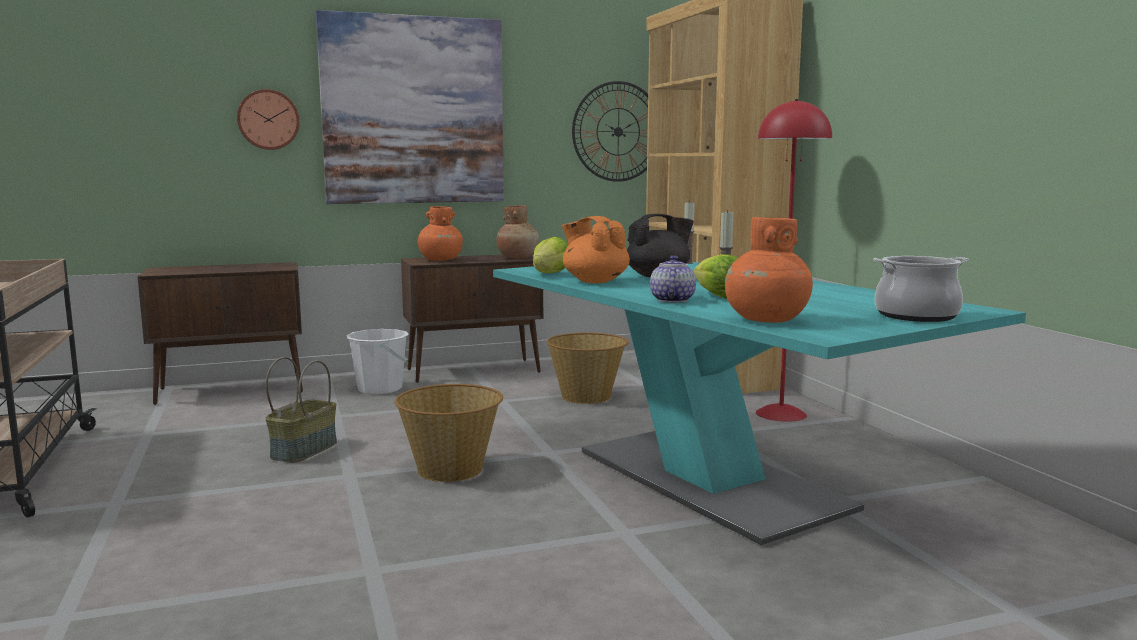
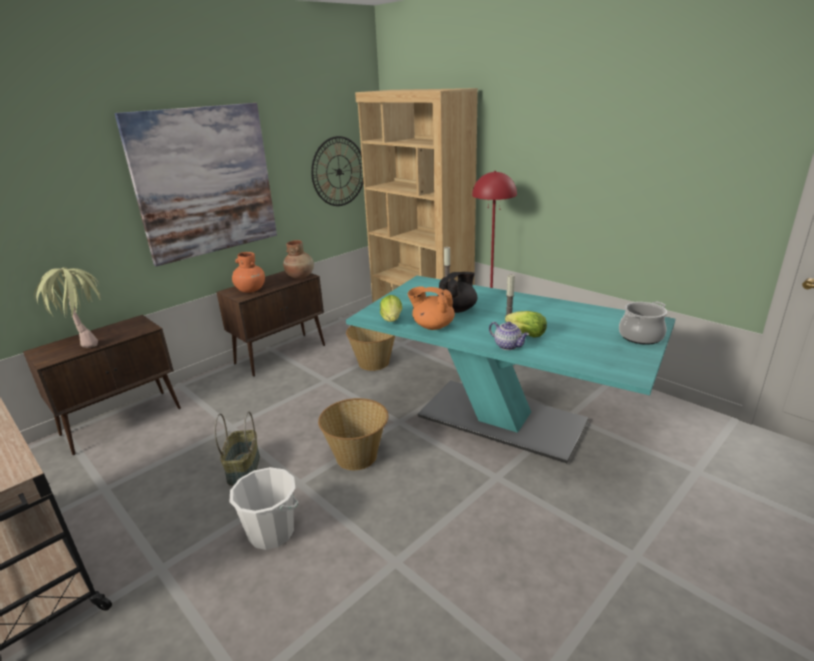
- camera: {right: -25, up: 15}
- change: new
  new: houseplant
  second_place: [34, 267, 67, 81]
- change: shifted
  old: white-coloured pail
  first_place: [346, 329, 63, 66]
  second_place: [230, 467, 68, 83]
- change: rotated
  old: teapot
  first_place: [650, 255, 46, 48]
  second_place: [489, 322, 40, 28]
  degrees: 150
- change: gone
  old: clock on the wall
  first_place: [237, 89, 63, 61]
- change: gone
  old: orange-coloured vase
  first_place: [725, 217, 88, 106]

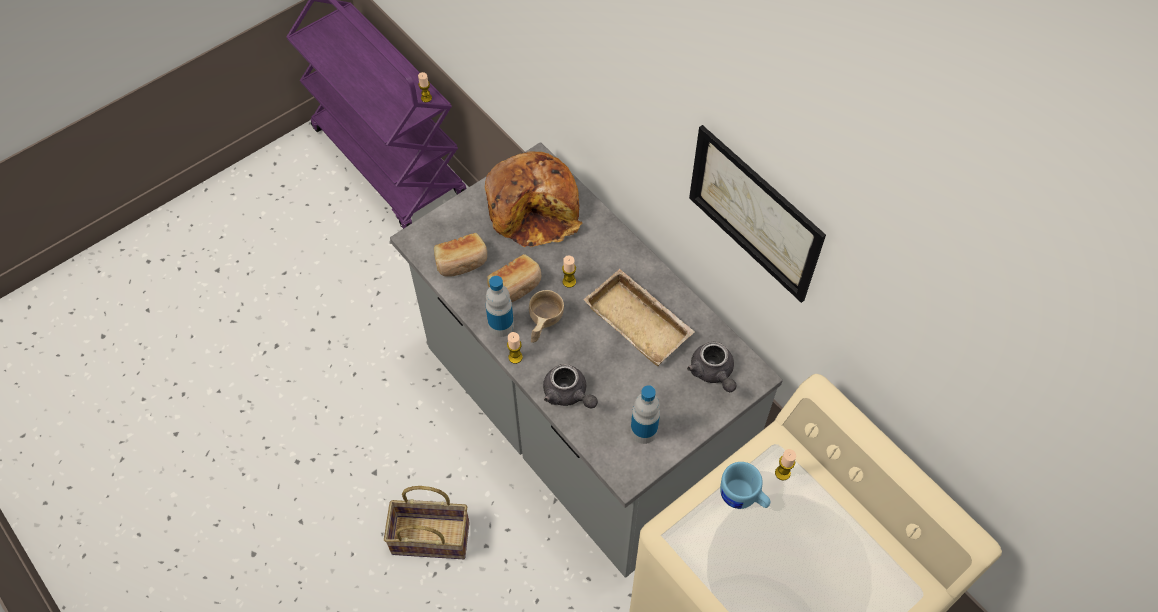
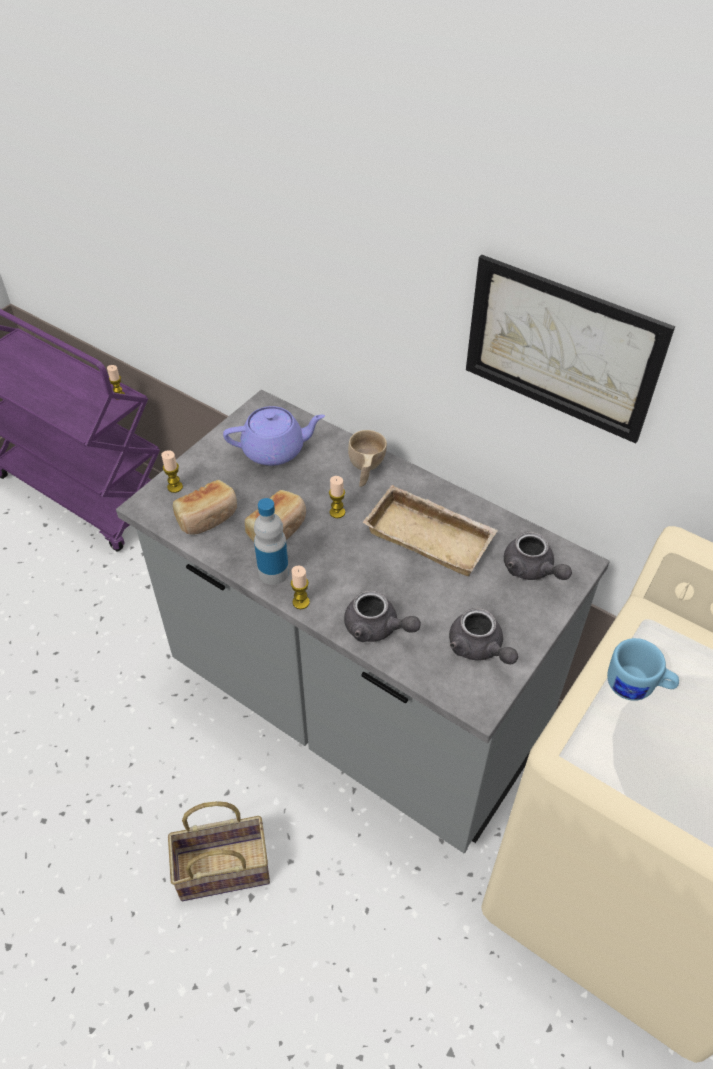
- camera: {right: -15, up: -10}
- change: shifted
  old: wax candle
  first_place: [775, 449, 21, 31]
  second_place: [161, 450, 22, 43]
- change: swapped
  old: bread
  new: purplish teapot
  first_place: [485, 151, 98, 96]
  second_place: [223, 406, 102, 60]
- change: shifted
  old: sand-coloured small cup
  first_place: [529, 290, 35, 53]
  second_place: [348, 430, 39, 57]
- change: swapped
  old: drink bottle
  new: gray teapot
  first_place: [631, 385, 29, 59]
  second_place: [449, 608, 69, 57]

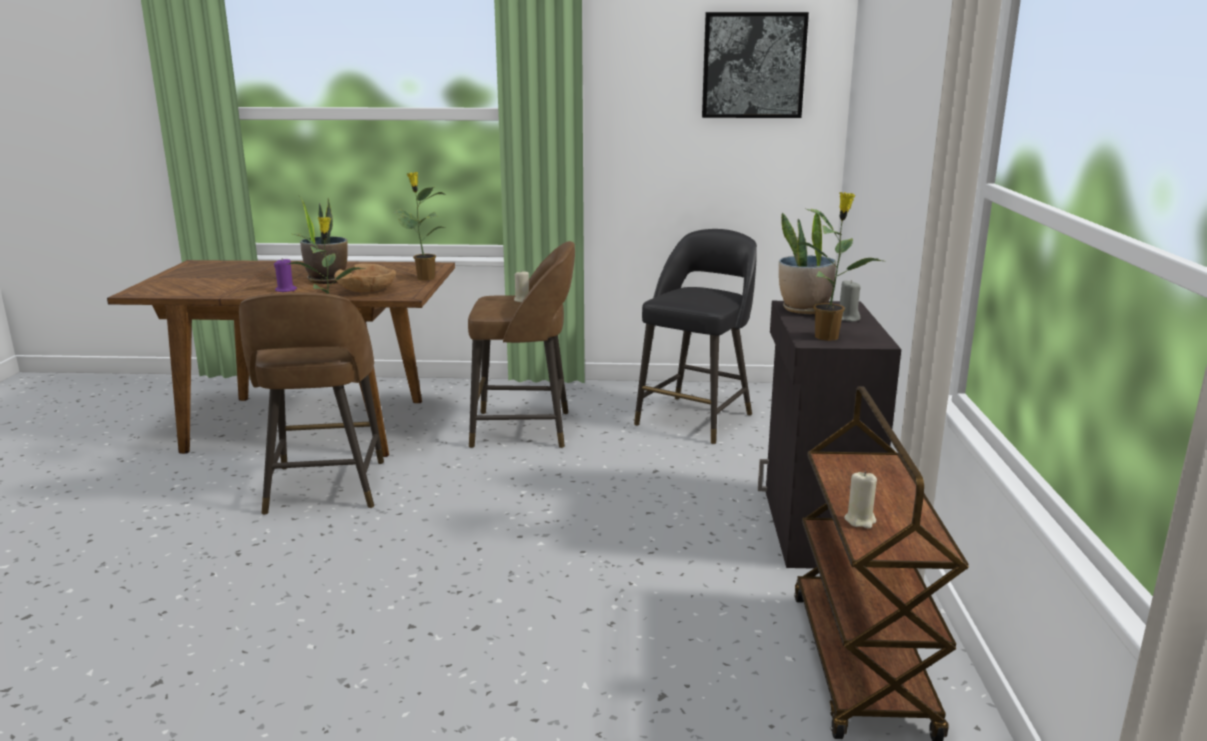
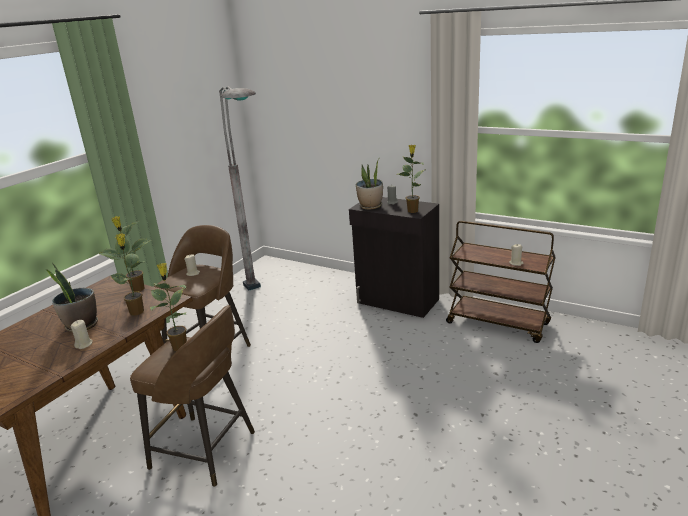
- camera: {right: -60, up: 5}
- change: repainted
  old: purplish wax candle
  new: sand-coloured wax candle
  first_place: [274, 258, 23, 34]
  second_place: [71, 320, 22, 29]
- change: swapped
  old: brown-coloured deep dish
  new: houseplant
  first_place: [334, 263, 62, 29]
  second_place: [99, 233, 46, 83]
- change: swapped
  old: blackish sitting stool
  new: gray standard lamp
  first_place: [634, 229, 123, 215]
  second_place: [219, 86, 42, 205]
- change: gone
  old: wall art
  first_place: [702, 12, 107, 106]

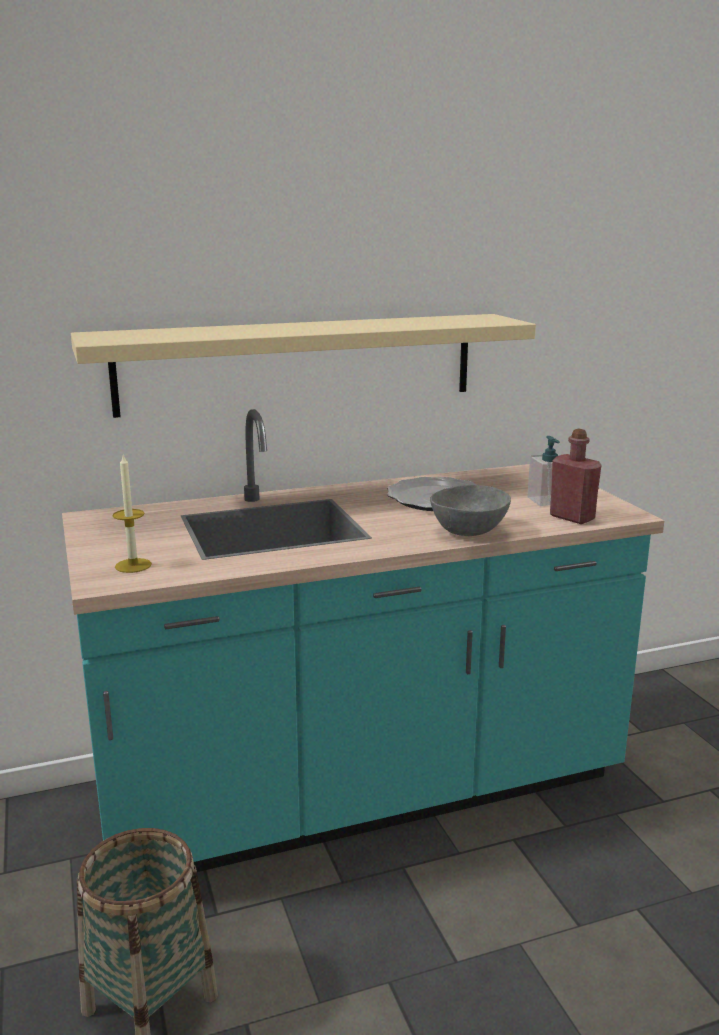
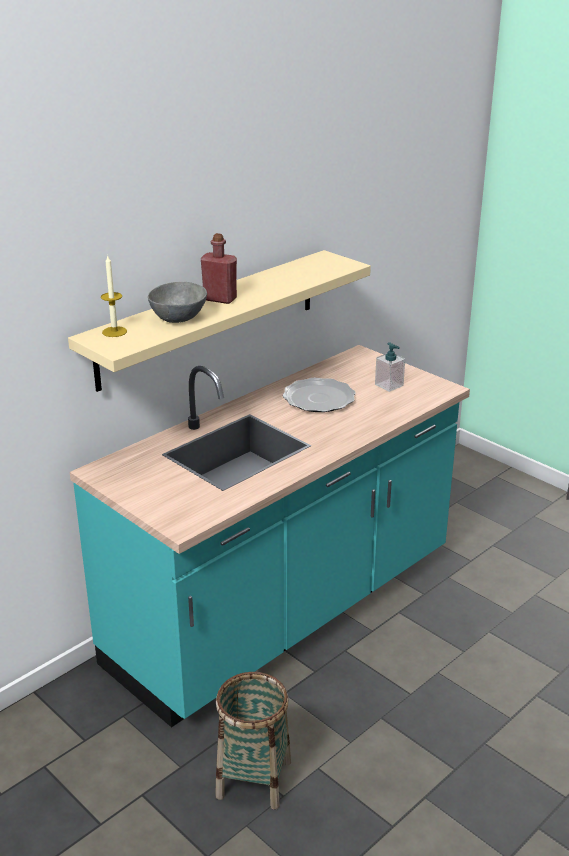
- camera: {right: -25, up: 10}
- change: shifted
  old: wax candle
  first_place: [113, 455, 39, 118]
  second_place: [101, 256, 26, 81]
- change: shifted
  old: gray deep dish
  first_place: [430, 485, 81, 51]
  second_place: [148, 282, 59, 41]
- change: shifted
  old: red-coloured drink bottle
  first_place: [550, 429, 52, 95]
  second_place: [201, 233, 36, 71]

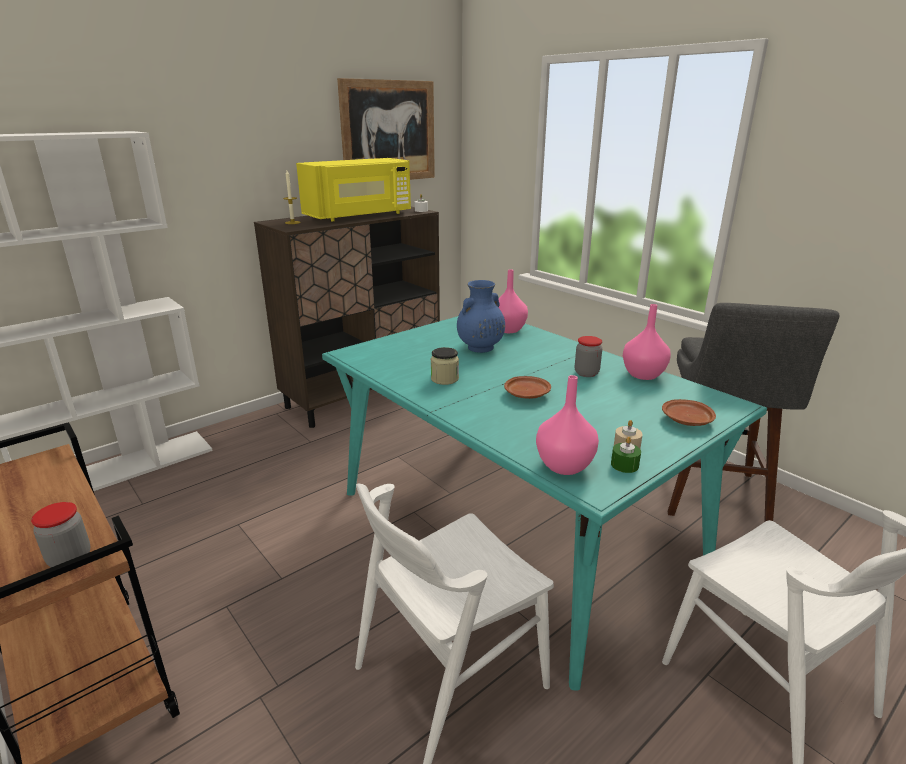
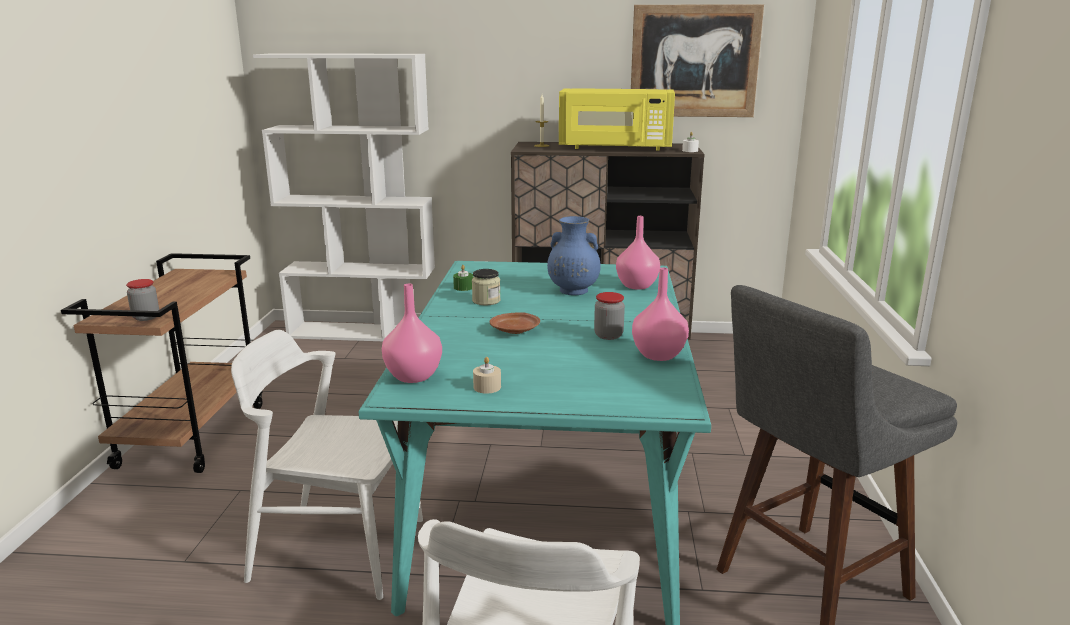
- camera: {right: 45, up: -5}
- change: shifted
  old: greenish wax candle
  first_place: [611, 437, 30, 36]
  second_place: [453, 265, 20, 26]
- change: gone
  old: brown-coloured dinner plate
  first_place: [662, 399, 54, 27]

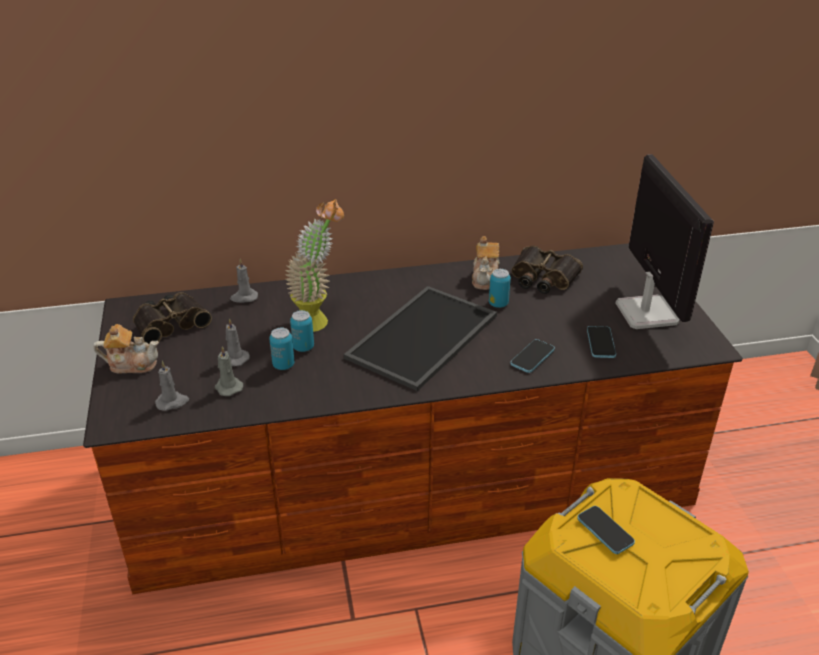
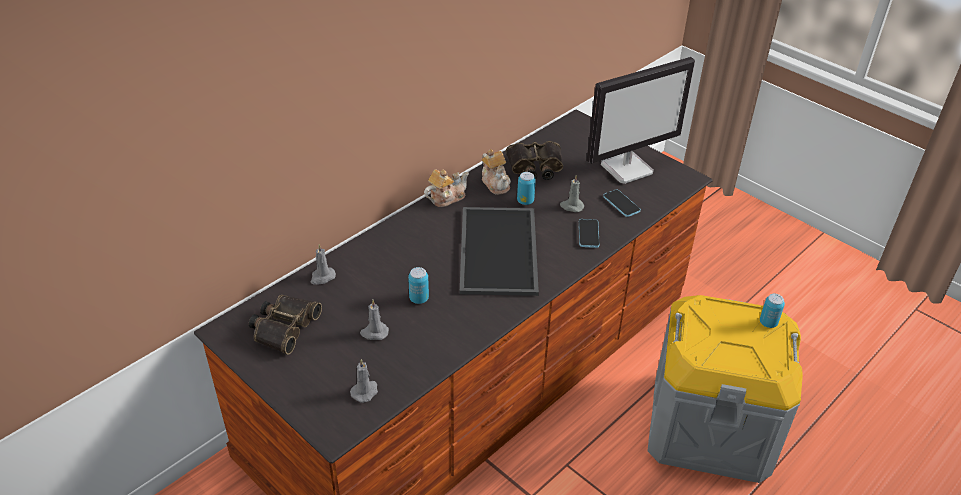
- camera: {right: -35, up: 5}
- change: shifted
  old: teapot
  first_place: [94, 324, 65, 50]
  second_place: [424, 170, 45, 37]
- change: shifted
  old: gray wax candle
  first_place: [215, 347, 28, 49]
  second_place: [560, 175, 24, 37]
- change: rotated
  old: computer screen
  first_place: [615, 154, 99, 175]
  second_place: [587, 57, 108, 127]
  degrees: 105
- change: shifted
  old: sealed can
  first_place: [269, 327, 25, 43]
  second_place: [760, 294, 25, 34]
- change: gone
  old: houseplant
  first_place: [285, 199, 59, 133]
- change: gone
  old: phone
  first_place: [577, 506, 58, 48]

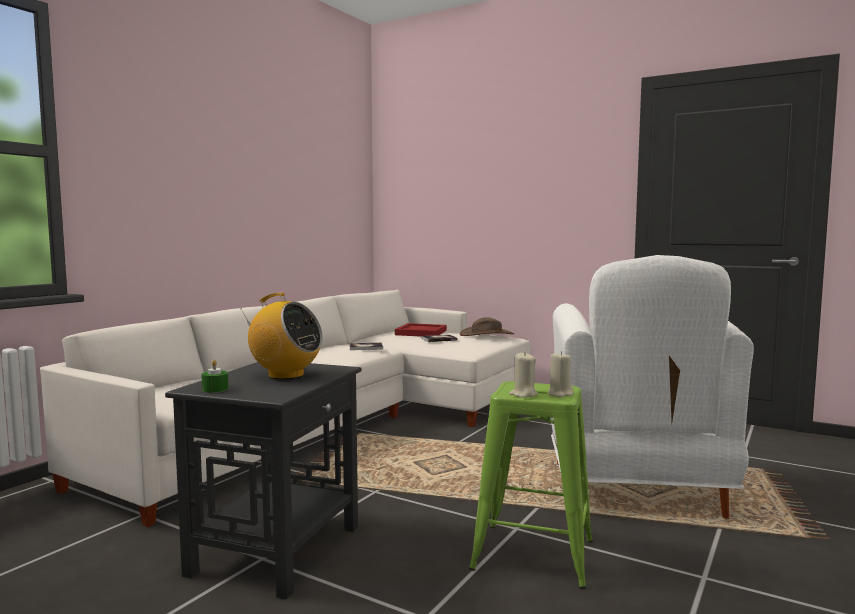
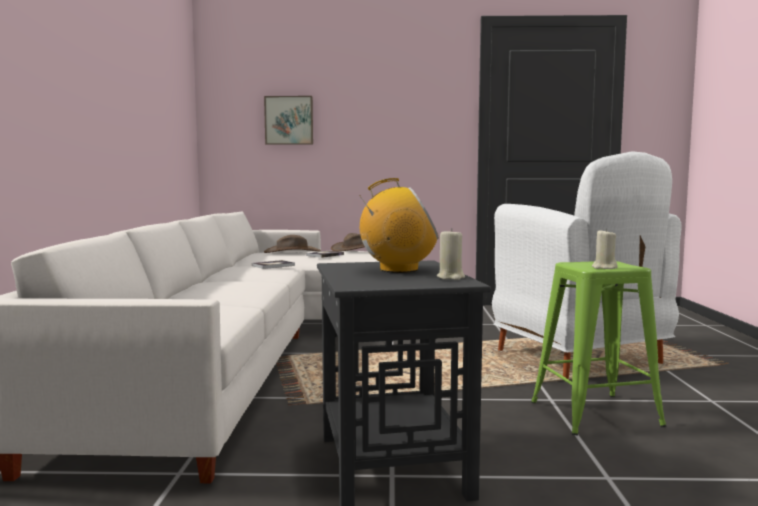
- camera: {right: -30, up: 0}
- change: new
  new: wall art
  second_place: [264, 96, 49, 49]
- change: swapped
  old: red-coloured tray
  new: brown-coloured wearable hat
  first_place: [395, 323, 52, 14]
  second_place: [264, 235, 56, 18]
- change: shifted
  old: sand-coloured wax candle
  first_place: [548, 351, 26, 47]
  second_place: [437, 228, 28, 52]
- change: gone
  old: greenish wax candle
  first_place: [201, 360, 27, 33]

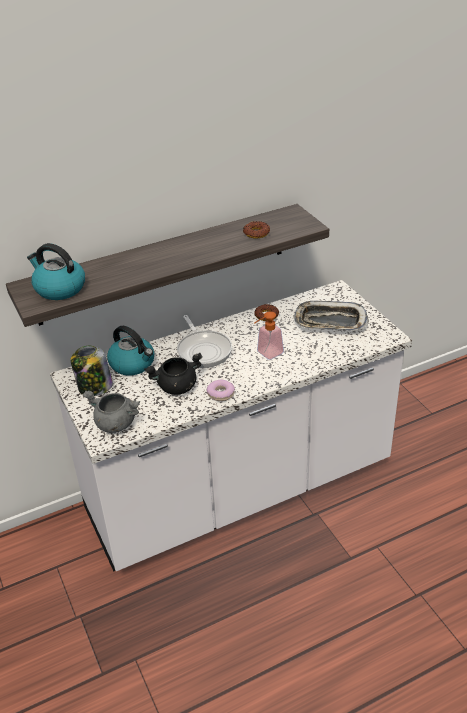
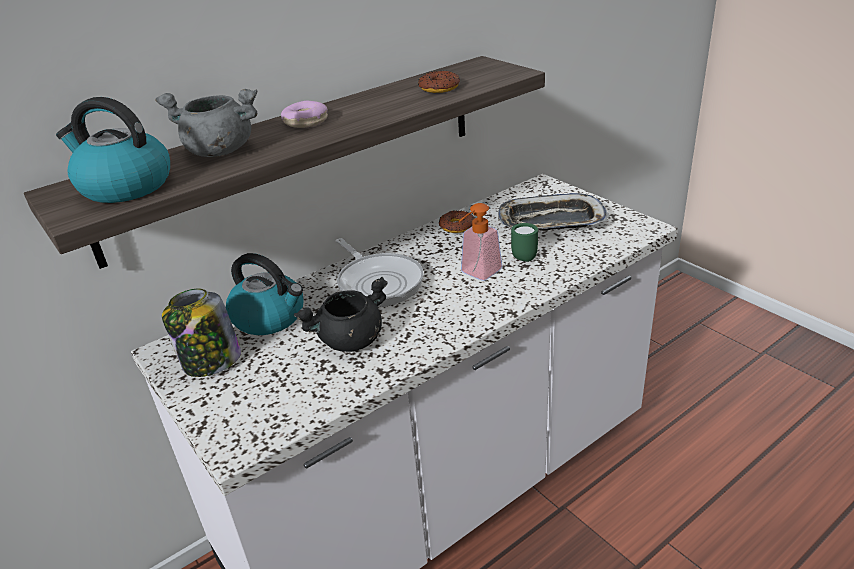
- camera: {right: -10, up: -5}
- change: shifted
  old: gray saucepot
  first_place: [83, 391, 57, 42]
  second_place: [155, 89, 102, 68]
- change: shifted
  old: doughnut
  first_place: [207, 380, 28, 21]
  second_place: [281, 101, 47, 27]
- change: new
  new: greenish coffee mug
  second_place: [511, 223, 27, 39]

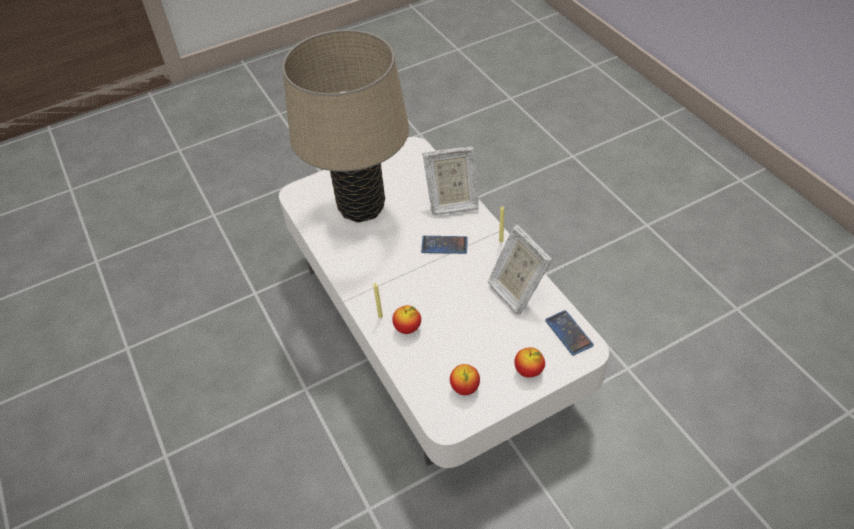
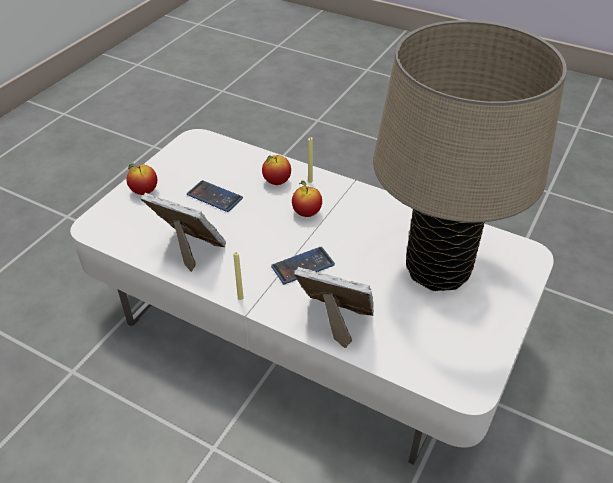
- camera: {right: 145, up: -5}
- change: shifted
  old: phone
  first_place: [545, 310, 49, 46]
  second_place: [187, 180, 56, 32]
- change: shifted
  old: whole apple
  first_place: [450, 364, 30, 31]
  second_place: [292, 181, 30, 36]
- change: rotated
  old: photo frame
  first_place: [423, 146, 56, 69]
  second_place: [294, 267, 80, 81]
  degrees: 60

